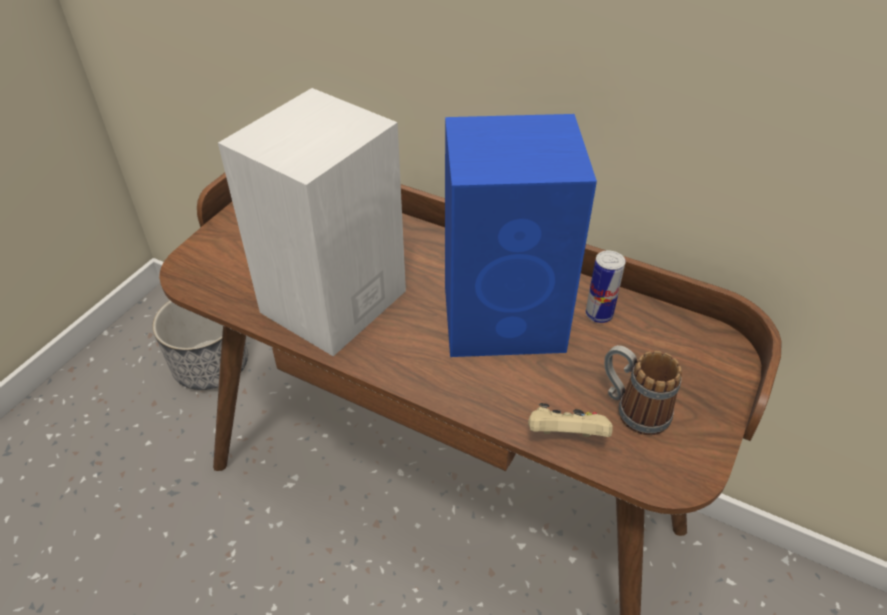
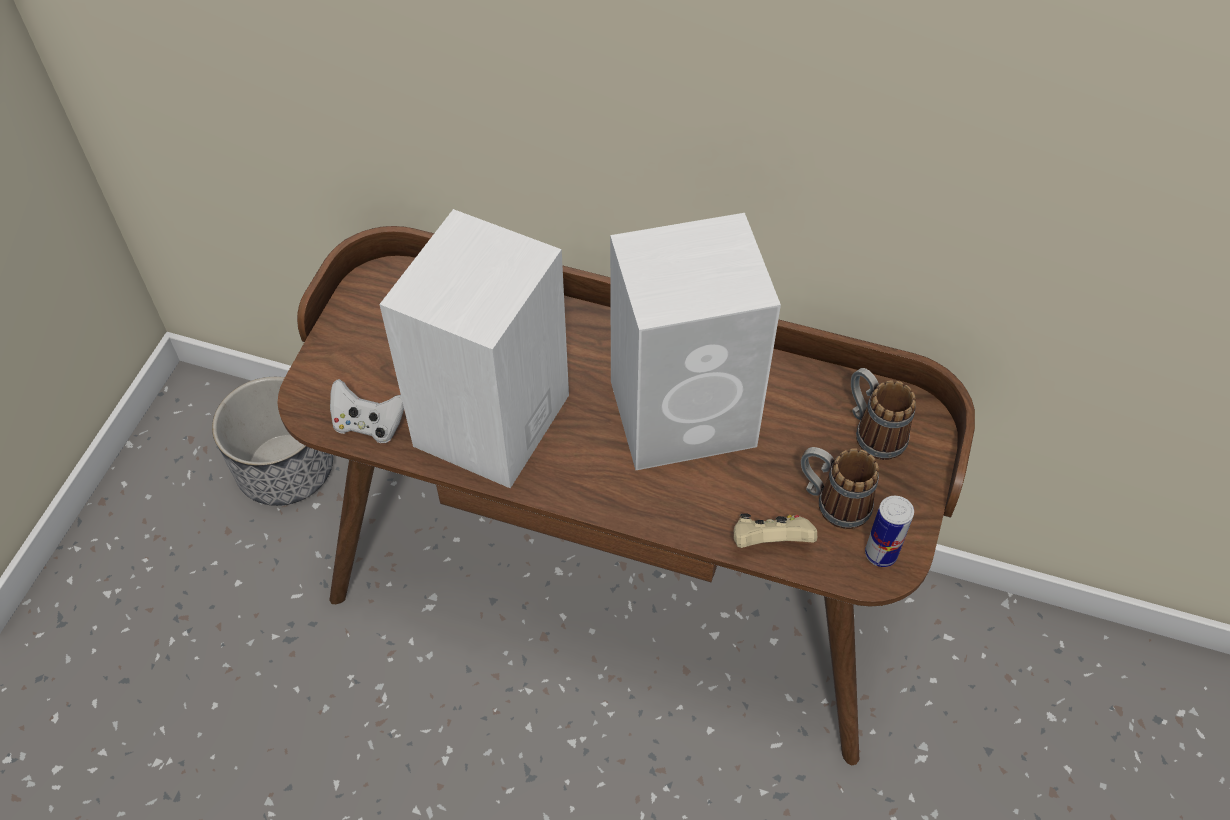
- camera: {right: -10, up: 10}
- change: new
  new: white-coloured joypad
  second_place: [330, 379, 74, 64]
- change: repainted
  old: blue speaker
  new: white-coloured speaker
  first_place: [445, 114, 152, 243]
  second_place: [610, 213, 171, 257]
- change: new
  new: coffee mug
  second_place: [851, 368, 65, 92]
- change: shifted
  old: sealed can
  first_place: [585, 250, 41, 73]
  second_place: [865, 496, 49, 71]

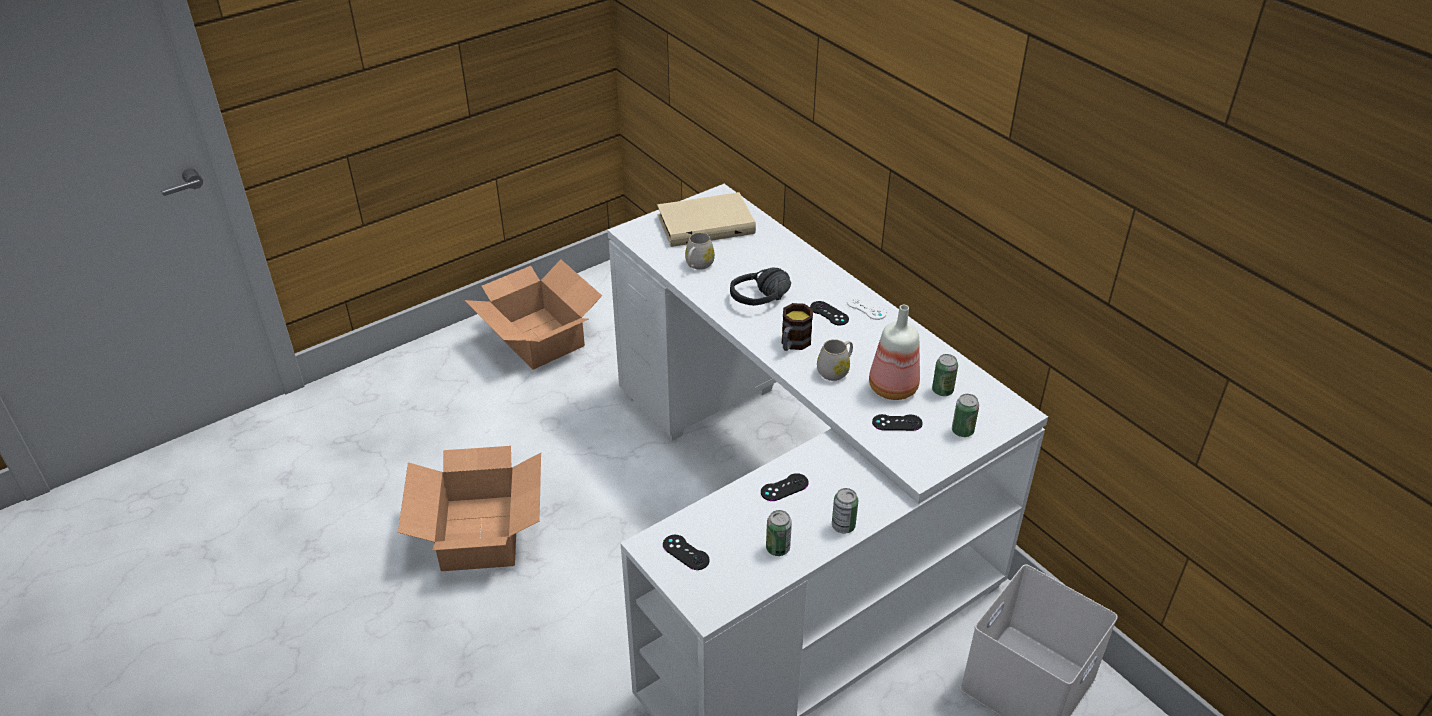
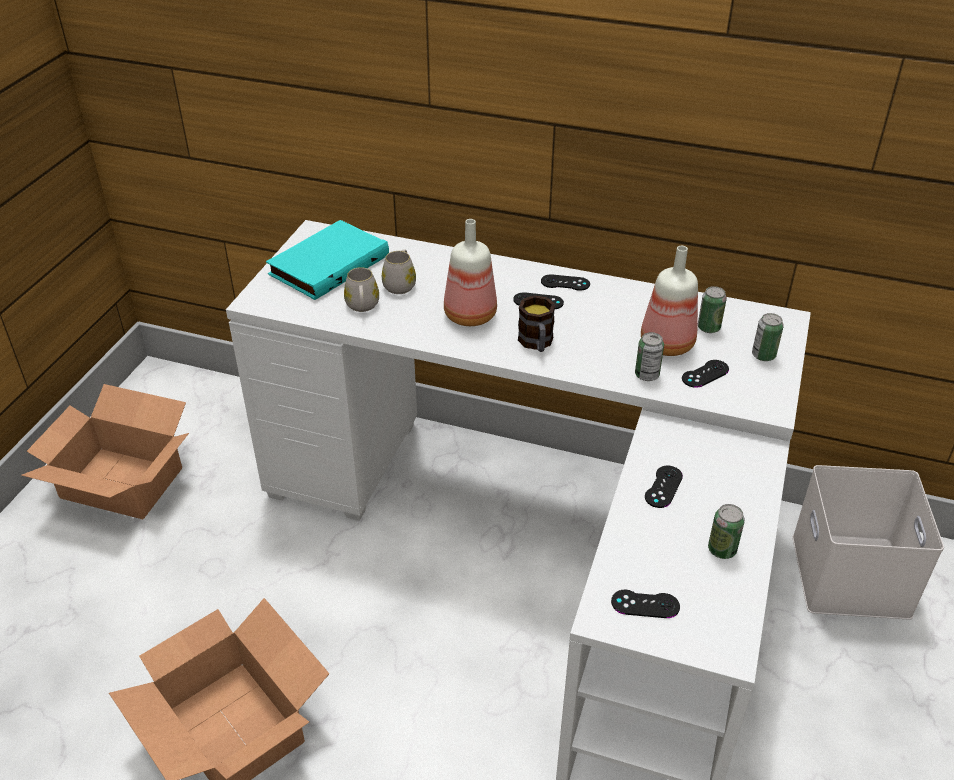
- camera: {right: -35, up: 0}
- change: repainted
  old: sand-coloured bound book
  new: turquoise bound book
  first_place: [657, 192, 99, 55]
  second_place: [266, 220, 123, 80]
- change: shifted
  old: white-coloured coffee mug
  first_place: [817, 339, 36, 42]
  second_place: [382, 249, 34, 45]
- change: swapped
  old: blackish headset
  new: drink bottle
  first_place: [730, 268, 61, 38]
  second_place: [444, 219, 53, 107]
- change: repainted
  old: white-coloured joypad
  new: blackish joypad
  first_place: [847, 296, 39, 24]
  second_place: [541, 275, 49, 16]
- change: shifted
  old: sealed can
  first_place: [832, 488, 26, 46]
  second_place: [635, 332, 29, 49]

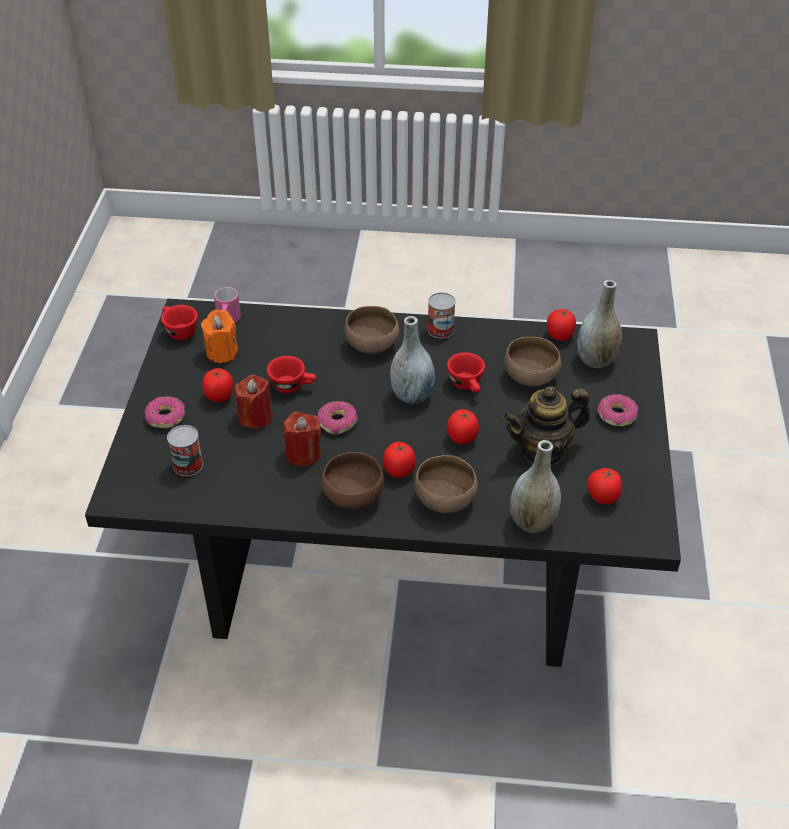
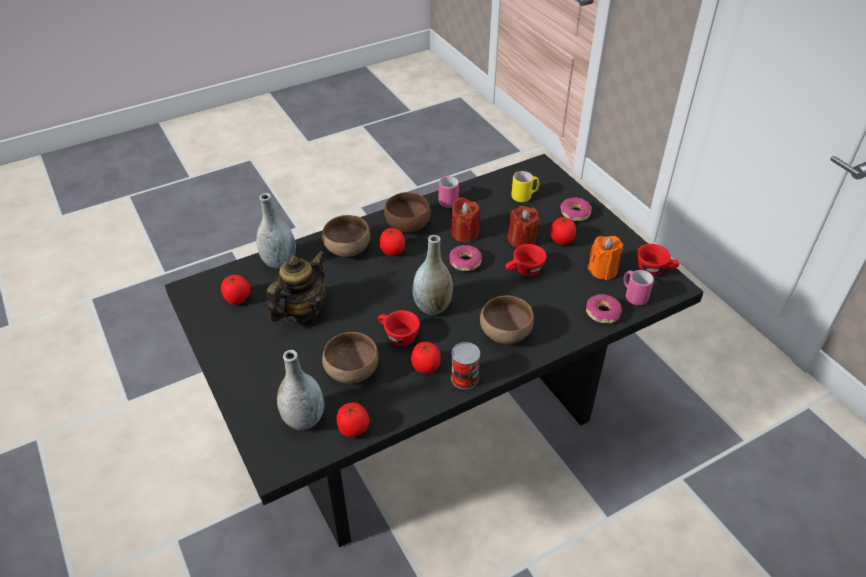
- camera: {right: 145, up: 0}
- change: shifted
  old: whole tomato
  first_place: [447, 409, 32, 36]
  second_place: [411, 341, 30, 33]
- change: new
  new: pinkish coffee mug
  second_place: [439, 176, 20, 32]
- change: swapped
  old: sealed can
  new: yellowish coffee mug
  first_place: [167, 425, 36, 51]
  second_place: [511, 171, 29, 31]
- change: shifted
  old: doughnut
  first_place: [597, 394, 41, 32]
  second_place: [586, 294, 36, 30]

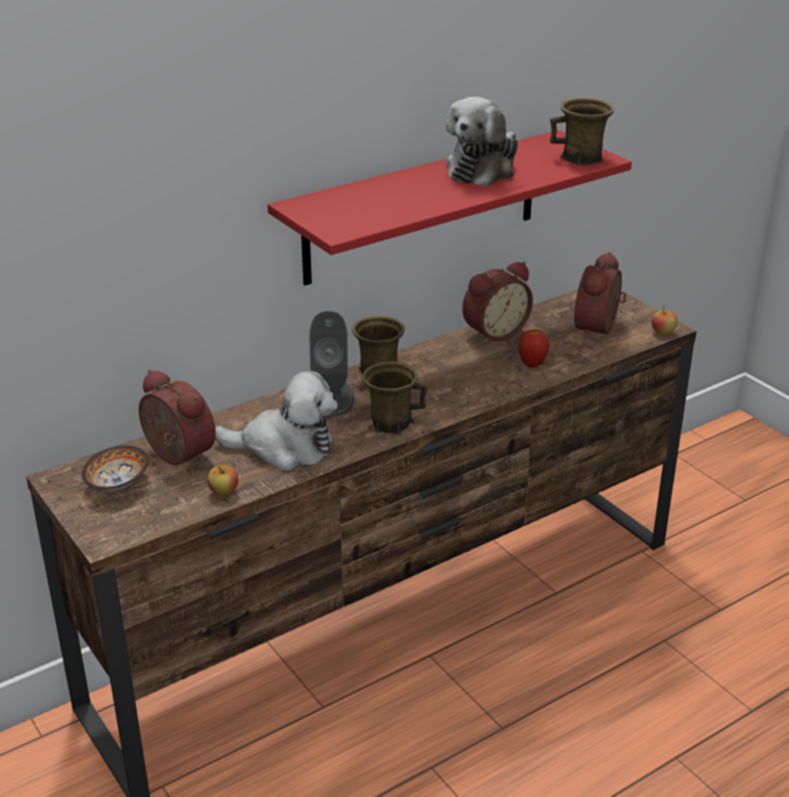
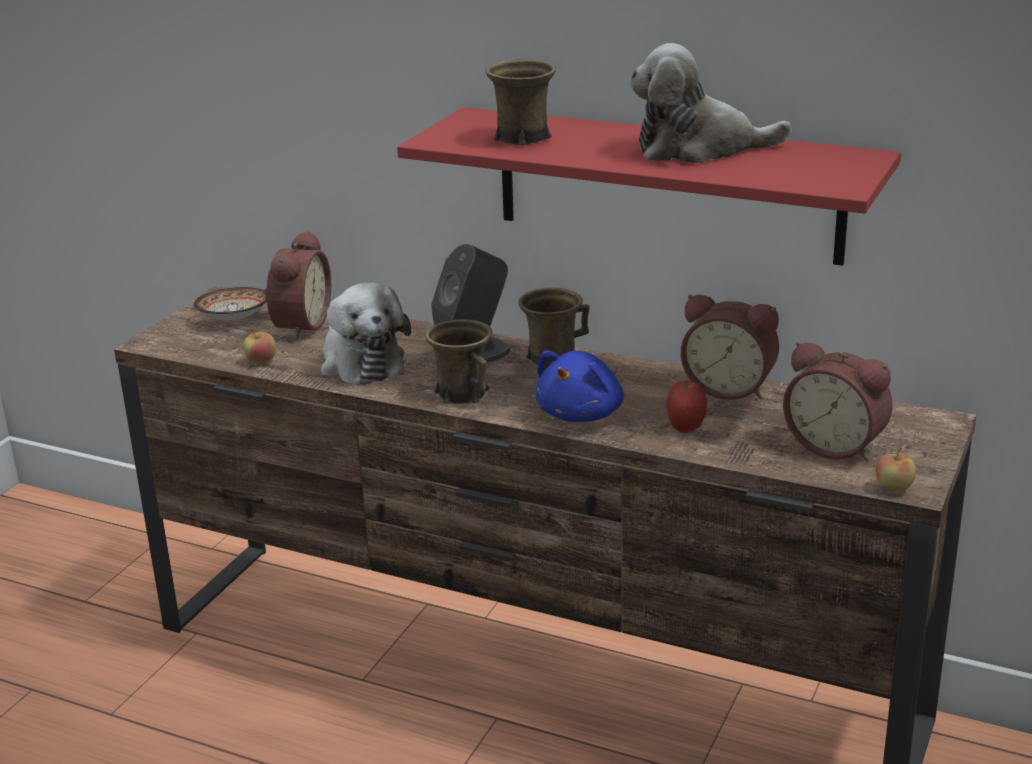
- camera: {right: 60, up: -5}
- change: shifted
  old: brown-coloured coffee mug
  first_place: [550, 98, 64, 67]
  second_place: [485, 60, 71, 85]
- change: new
  new: blue soft toy
  second_place: [535, 350, 89, 72]
- change: rotated
  old: bedside clock
  first_place: [574, 252, 53, 87]
  second_place: [783, 342, 110, 120]
  degrees: -135

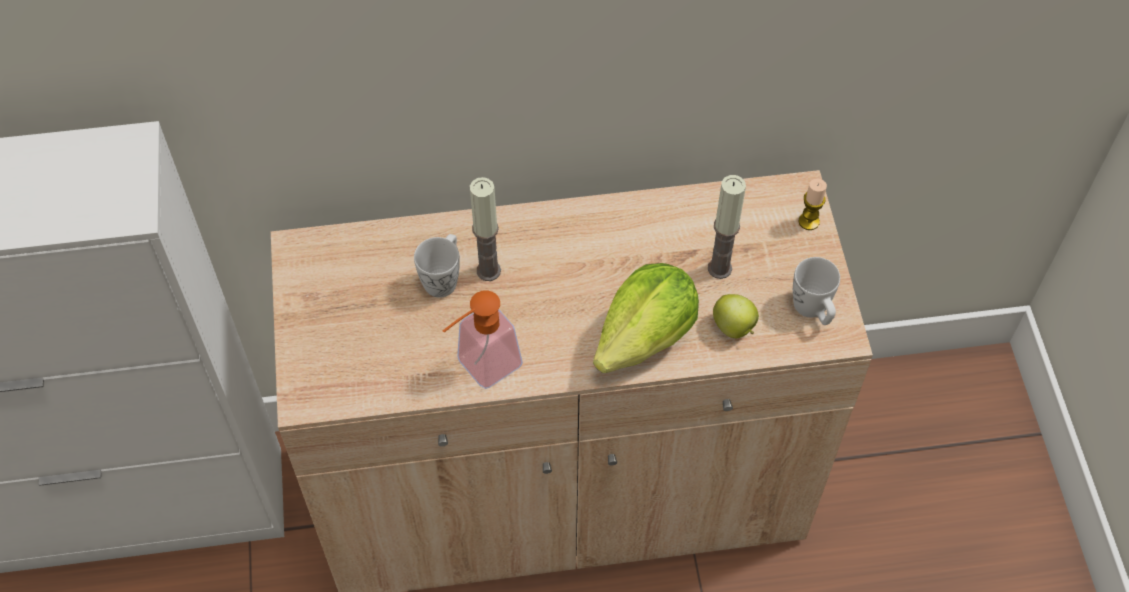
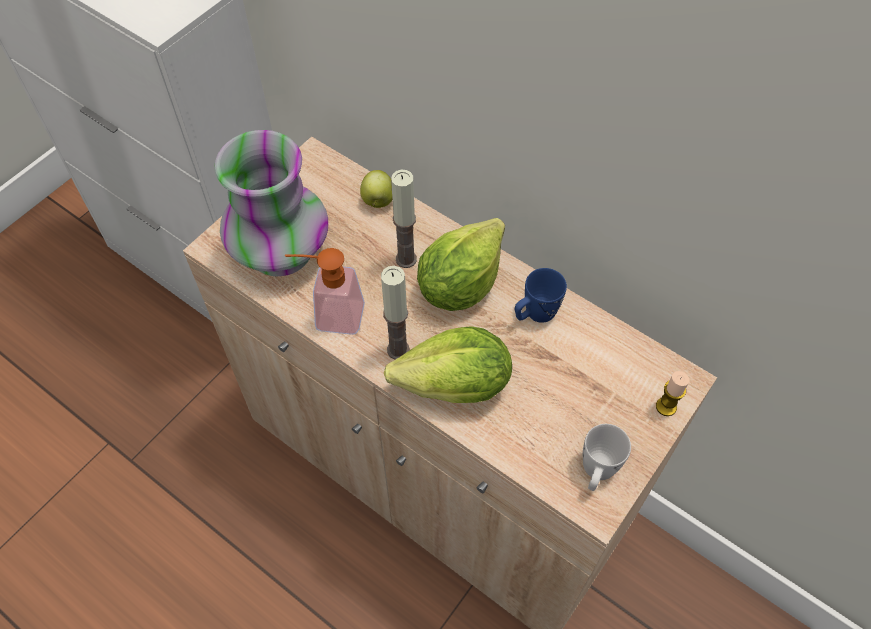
- camera: {right: 45, up: 0}
- change: new
  new: vase
  second_place: [214, 130, 114, 146]
- change: shifted
  old: whole apple
  first_place: [713, 294, 46, 44]
  second_place: [360, 170, 32, 38]
- change: shifted
  old: wax candle
  first_place: [708, 175, 38, 104]
  second_place: [381, 266, 29, 94]
- change: new
  new: lettuce
  second_place: [417, 218, 88, 93]
- change: new
  new: blue coffee mug
  second_place: [515, 268, 52, 55]
- change: gone
  old: white-coloured coffee mug
  first_place: [414, 234, 46, 64]

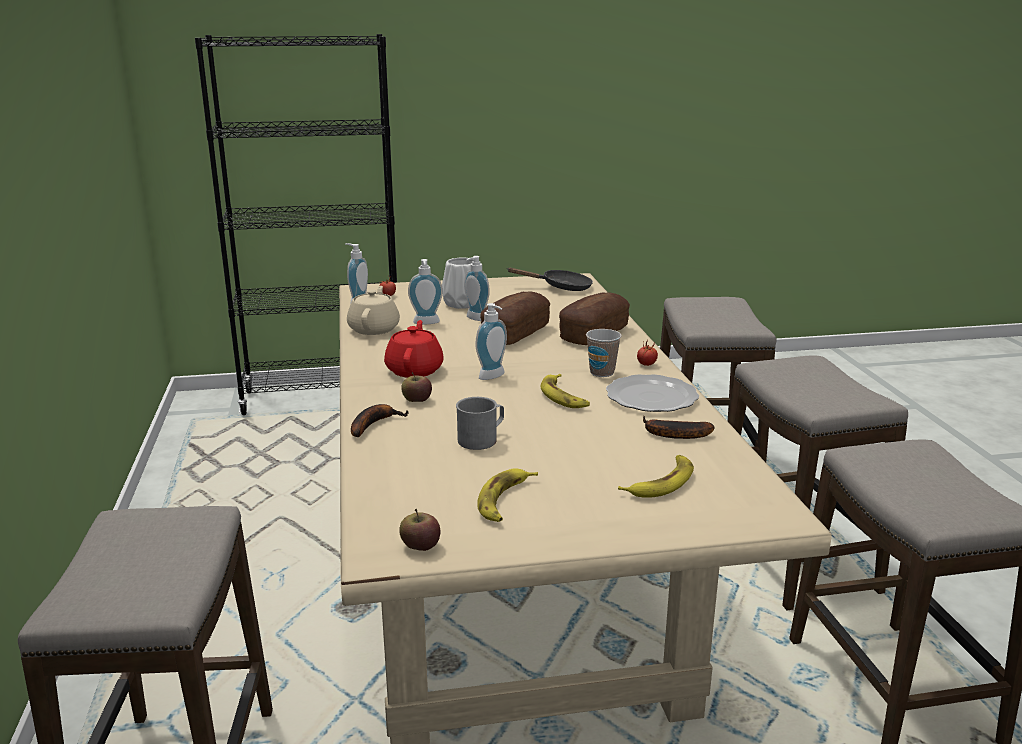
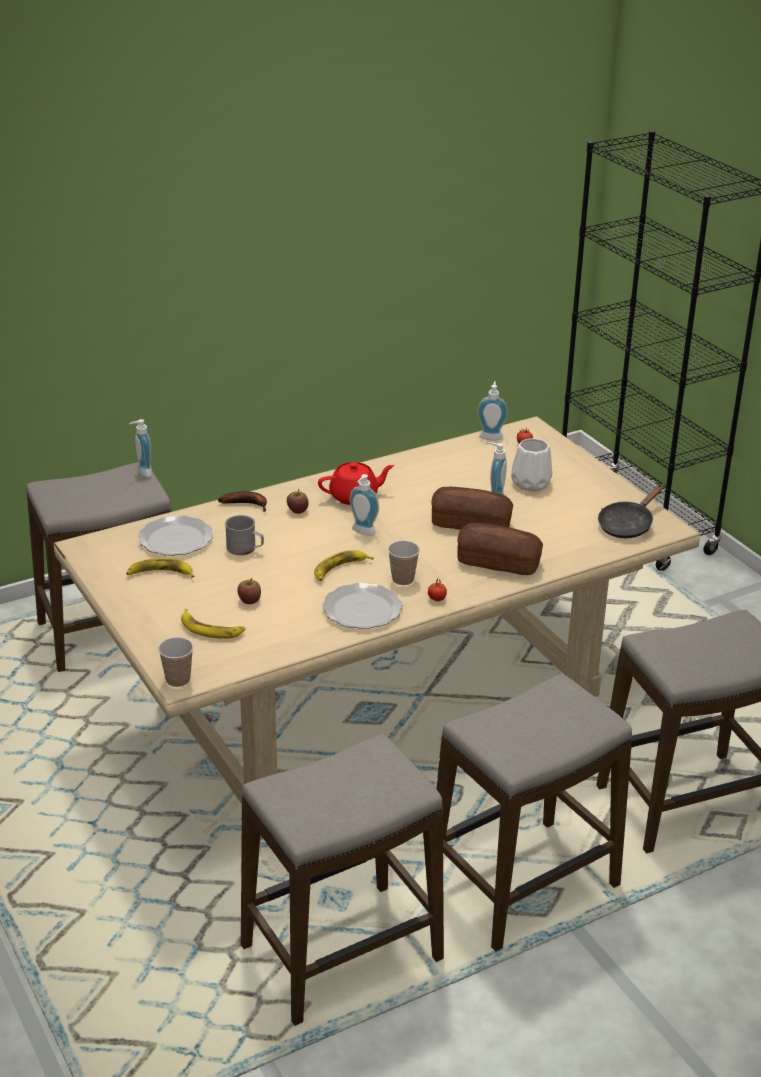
- camera: {right: 70, up: 10}
- change: shifted
  old: soap dispenser
  first_place: [408, 259, 35, 65]
  second_place: [129, 419, 23, 58]
- change: new
  new: dinner plate
  second_place: [138, 516, 75, 40]
- change: new
  new: small cup
  second_place: [158, 637, 36, 50]
- change: shifted
  old: whole apple
  first_place: [399, 509, 41, 42]
  second_place: [237, 578, 24, 26]
- change: rotated
  old: blackish pan
  first_place: [507, 268, 86, 23]
  second_place: [598, 484, 66, 54]
  degrees: 60
- change: gone
  old: sand-coloured teapot
  first_place: [347, 286, 53, 49]
- change: gone
  old: banana
  first_place: [643, 416, 72, 23]

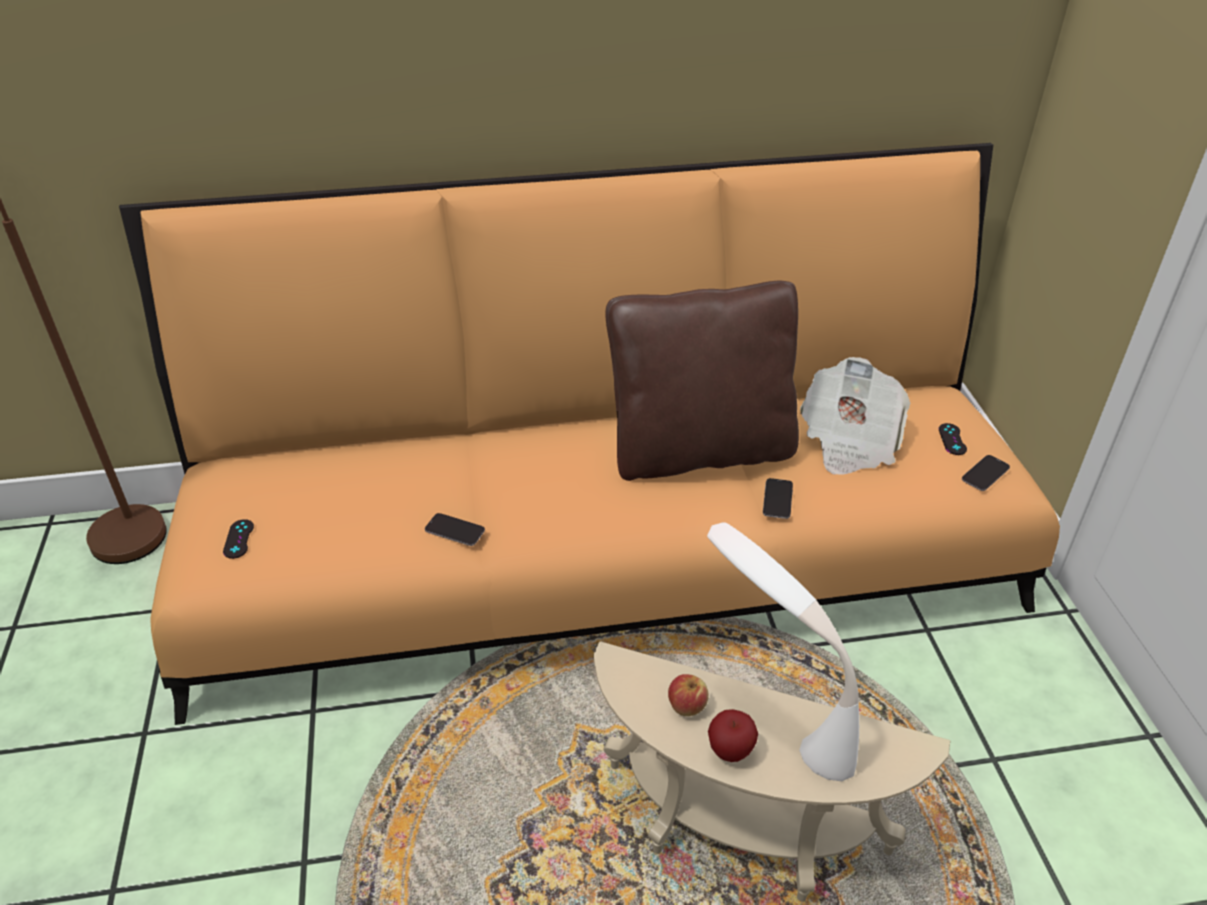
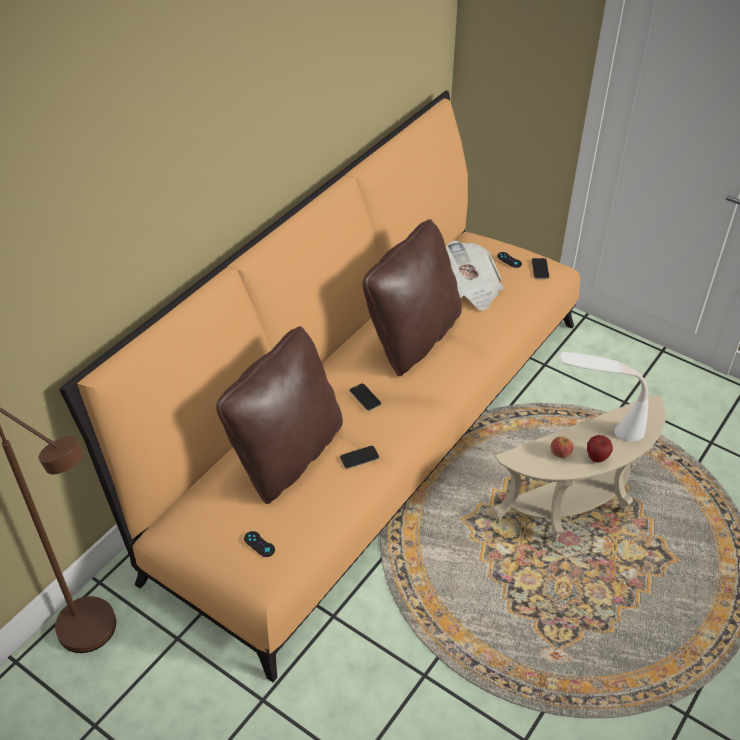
- camera: {right: -45, up: 5}
- change: new
  new: brown-coloured cushion
  second_place: [216, 326, 127, 178]
- change: shifted
  old: phone
  first_place: [763, 478, 30, 41]
  second_place: [350, 383, 31, 28]

